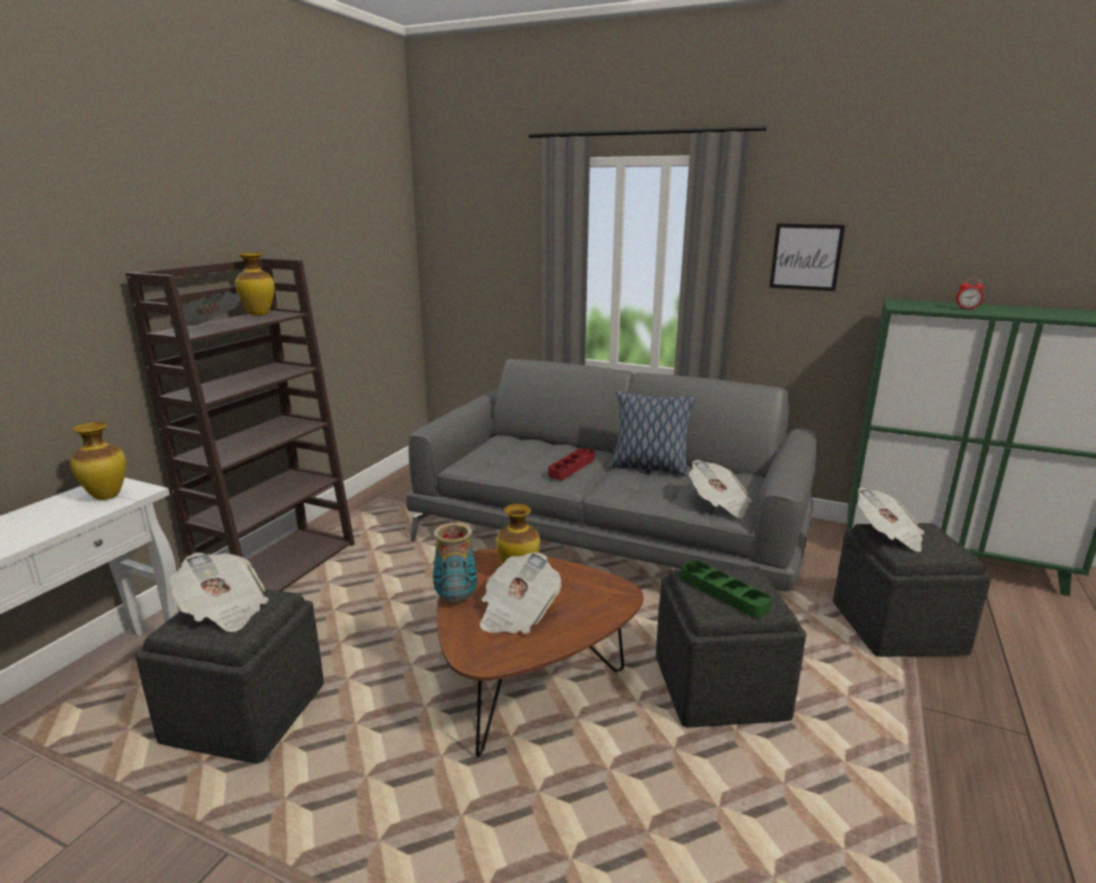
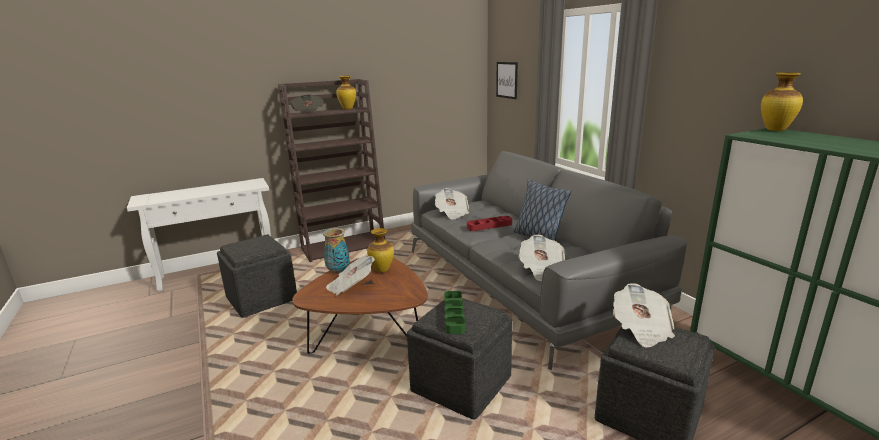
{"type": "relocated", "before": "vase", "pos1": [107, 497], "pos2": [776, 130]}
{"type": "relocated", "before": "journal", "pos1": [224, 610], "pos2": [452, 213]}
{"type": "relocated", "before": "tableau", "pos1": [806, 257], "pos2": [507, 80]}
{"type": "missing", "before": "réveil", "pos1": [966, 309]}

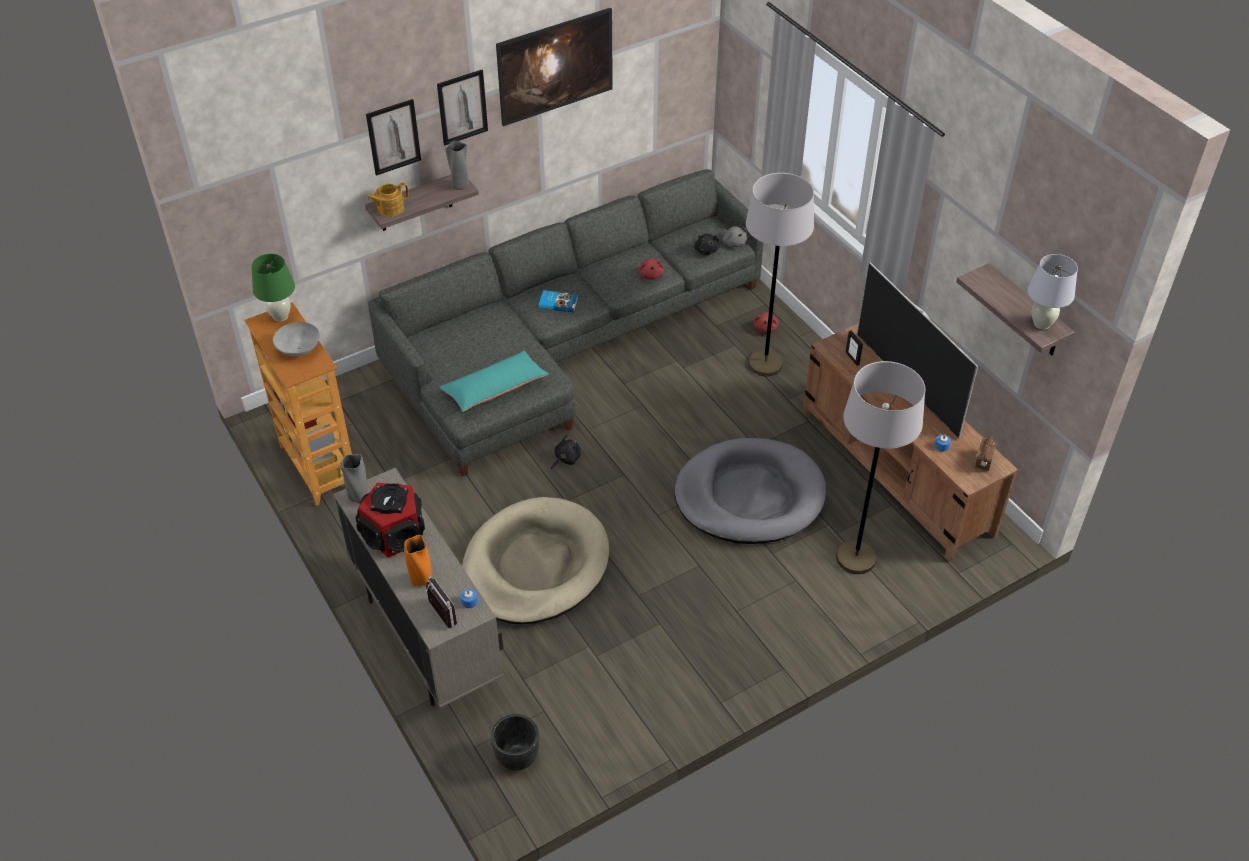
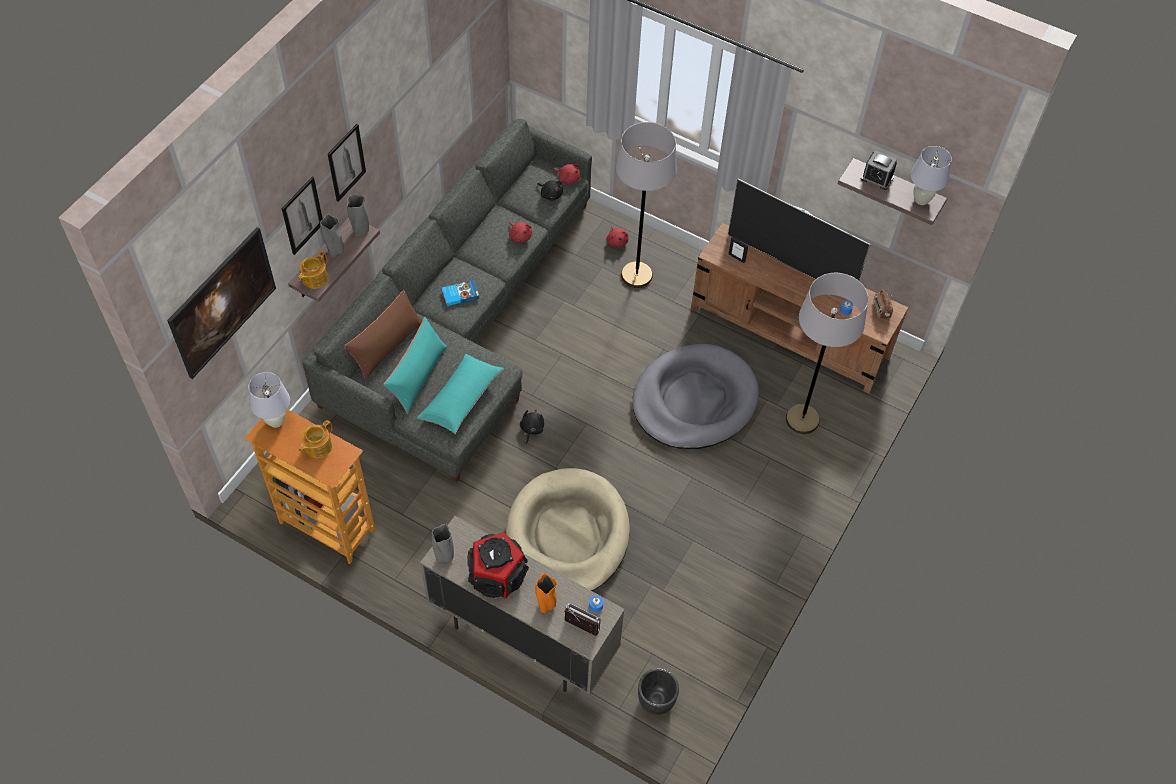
{"type": "colour", "before": "lampe de table (vert)", "after": "lampe de table (blanc)", "pos1": [280, 316], "pos2": [276, 421]}
{"type": "exchanged", "before": "bol (gris)", "after": "théière", "pos1": [299, 349], "pos2": [317, 447]}
{"type": "relocated", "before": "tableau", "pos1": [556, 86], "pos2": [227, 317]}
{"type": "colour", "before": "peluche (gris)", "after": "peluche (rouge)", "pos1": [734, 243], "pos2": [568, 178]}
{"type": "appeared", "after": "vase (gris)", "pos2": [335, 252]}
{"type": "appeared", "after": "coussin (marron)", "pos2": [387, 345]}
{"type": "appeared", "after": "coussin (turquoise)", "pos2": [418, 376]}
{"type": "appeared", "after": "réveil", "pos2": [876, 178]}

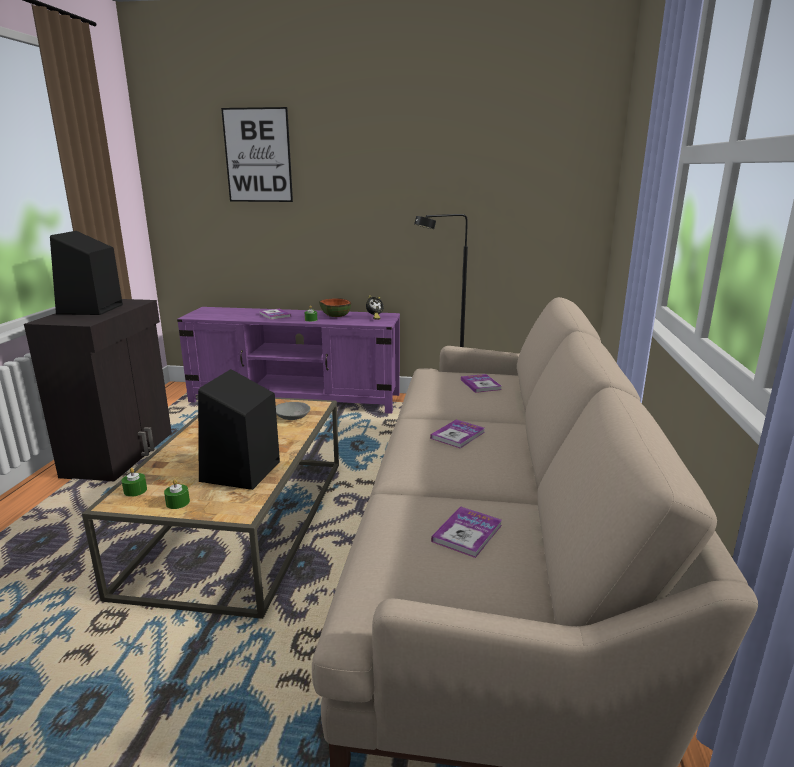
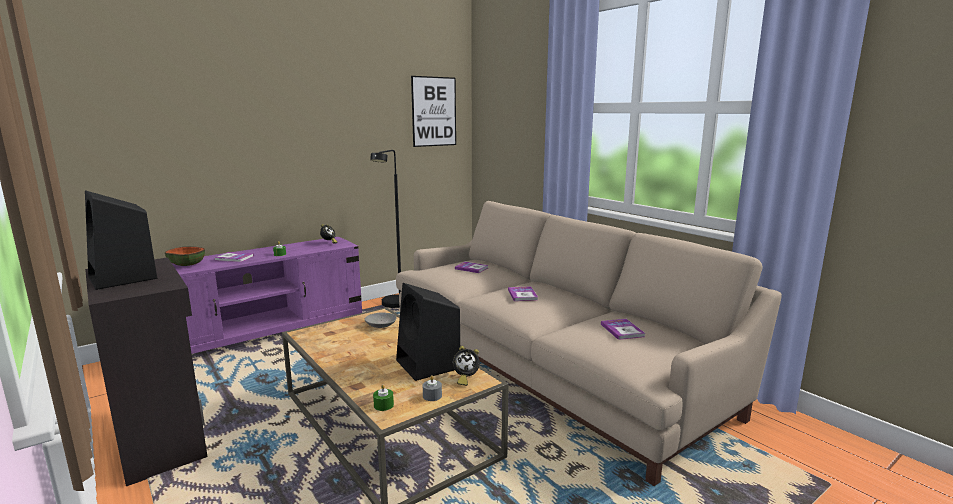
{"type": "colour", "before": "bougie (vert)", "after": "bougie (gris)", "pos1": [178, 503], "pos2": [432, 396]}
{"type": "relocated", "before": "tableau", "pos1": [258, 155], "pos2": [434, 111]}
{"type": "relocated", "before": "bol", "pos1": [335, 316], "pos2": [186, 265]}
{"type": "appeared", "after": "réveil", "pos2": [465, 379]}

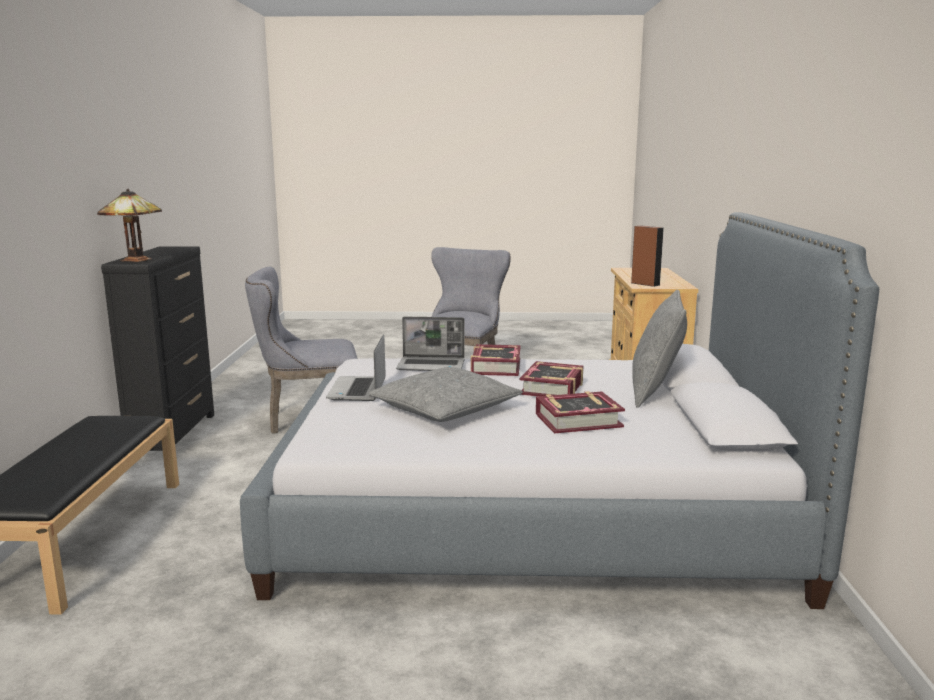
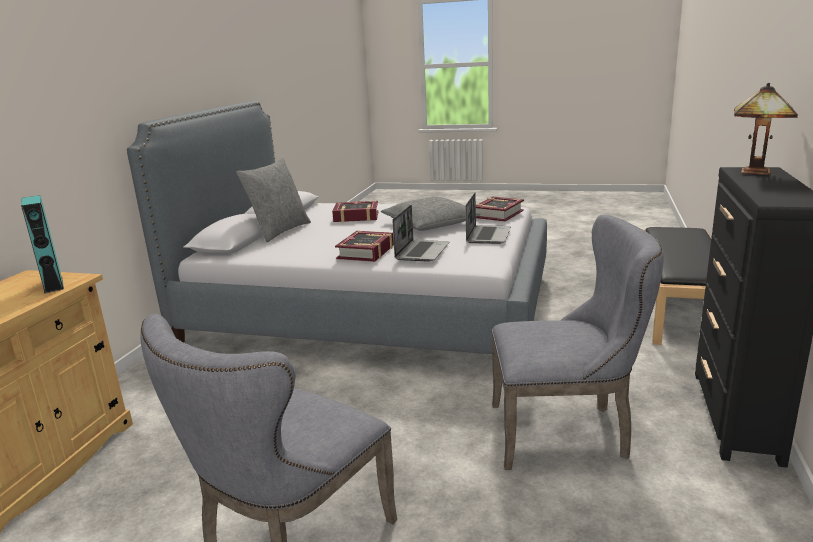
{"type": "spun", "before": "ordinateur portable", "pos1": [432, 365], "pos2": [421, 251], "turn": 90}
{"type": "relocated", "before": "livre", "pos1": [552, 388], "pos2": [498, 214]}
{"type": "colour", "before": "enceinte (marron)", "after": "enceinte (turquoise)", "pos1": [645, 284], "pos2": [53, 285]}

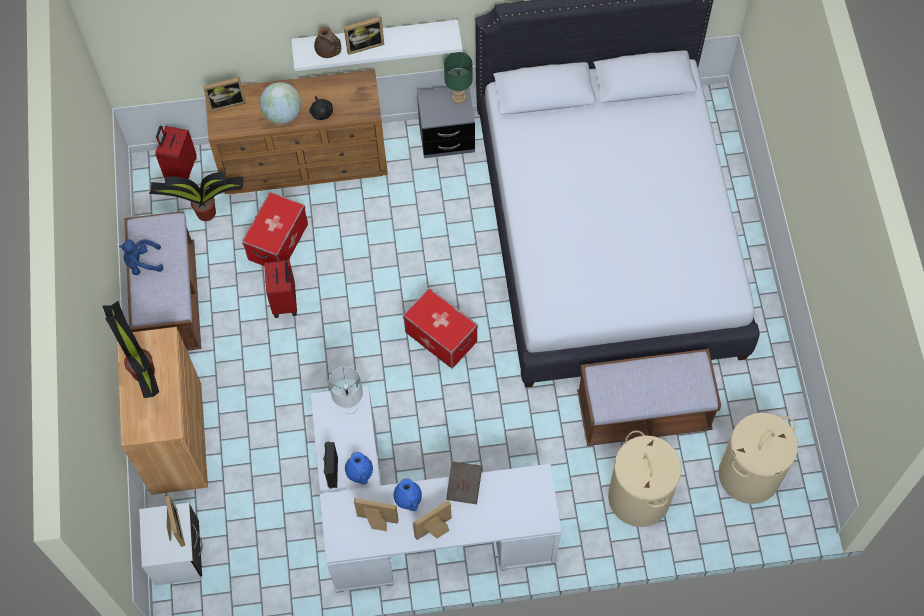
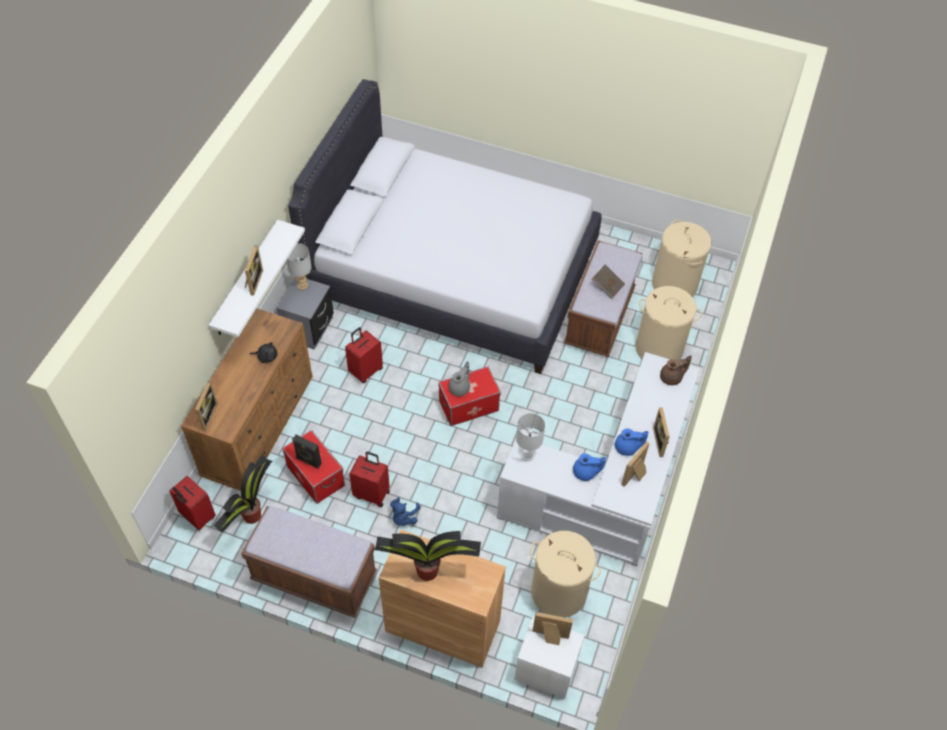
{"type": "relocated", "before": "peluche (bleu)", "pos1": [142, 263], "pos2": [403, 517]}
{"type": "missing", "before": "globe", "pos1": [283, 114]}
{"type": "relocated", "before": "théière (marron)", "pos1": [329, 51], "pos2": [672, 378]}
{"type": "relocated", "before": "enceinte (noir)", "pos1": [332, 472], "pos2": [308, 461]}
{"type": "colour", "before": "lampe de table (vert)", "after": "lampe de table (gris)", "pos1": [459, 97], "pos2": [302, 285]}
{"type": "relocated", "before": "livre (marron)", "pos1": [464, 486], "pos2": [607, 286]}
{"type": "appeared", "after": "valise (rouge)", "pos2": [365, 371]}
{"type": "appeared", "after": "théière (gris)", "pos2": [460, 388]}
{"type": "appeared", "after": "panier à linge (beige)", "pos2": [558, 592]}

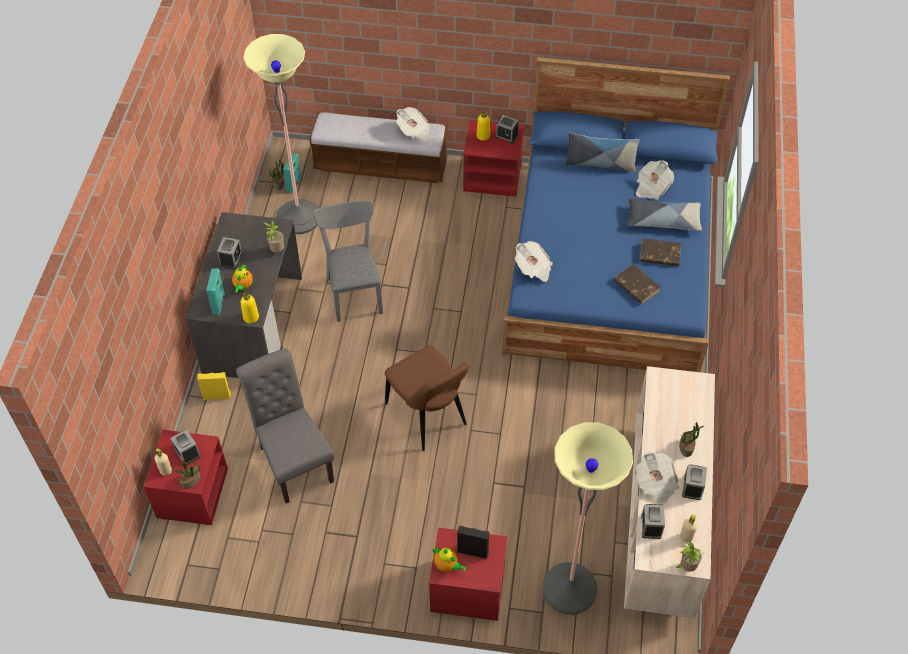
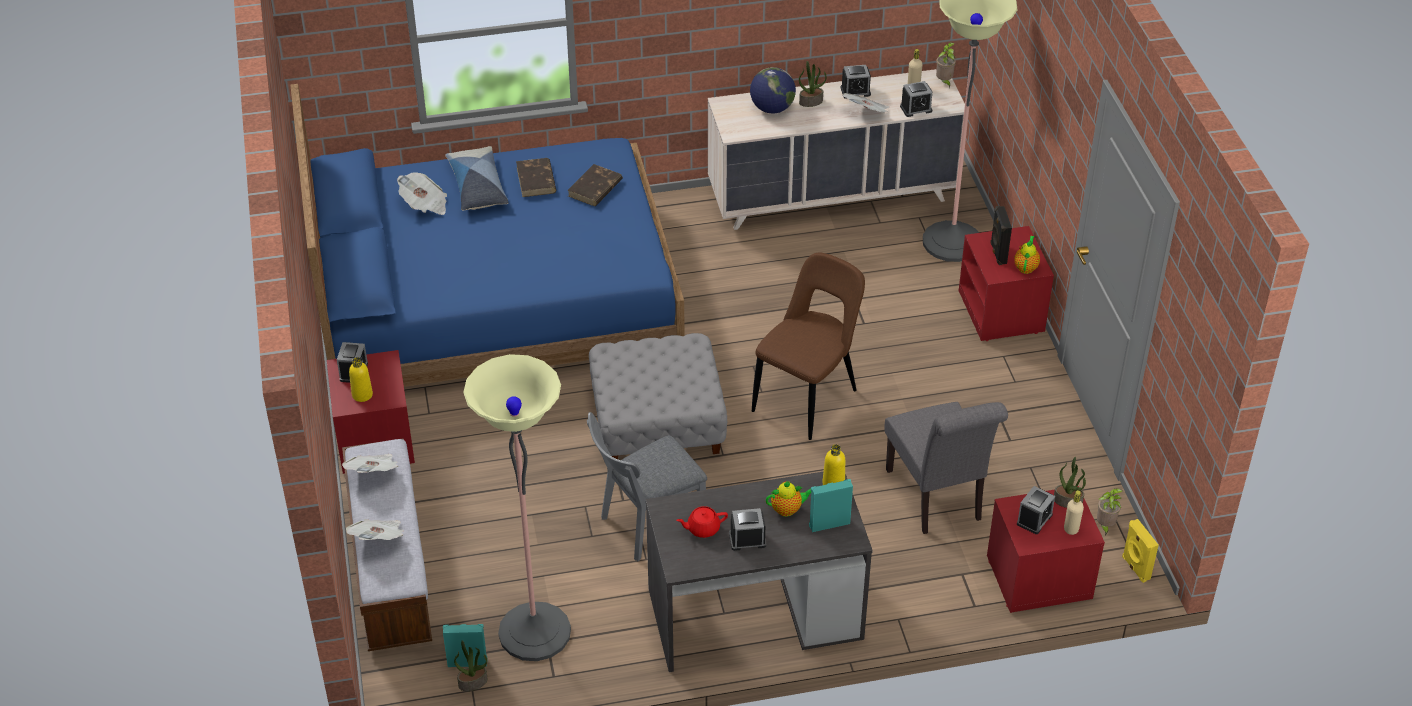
{"type": "relocated", "before": "enceinte (jaune)", "pos1": [217, 395], "pos2": [1135, 568]}
{"type": "spun", "before": "chaise (gris)", "pos1": [293, 460], "pos2": [937, 499], "turn": -60}
{"type": "relocated", "before": "plante en pot", "pos1": [276, 250], "pos2": [1105, 526]}
{"type": "relocated", "before": "journal", "pos1": [533, 268], "pos2": [379, 539]}
{"type": "missing", "before": "coussin", "pos1": [600, 164]}
{"type": "appeared", "after": "pouf (gris)", "pos2": [657, 421]}
{"type": "appeared", "after": "théière (rouge)", "pos2": [702, 528]}
{"type": "appeared", "after": "globe", "pos2": [772, 109]}

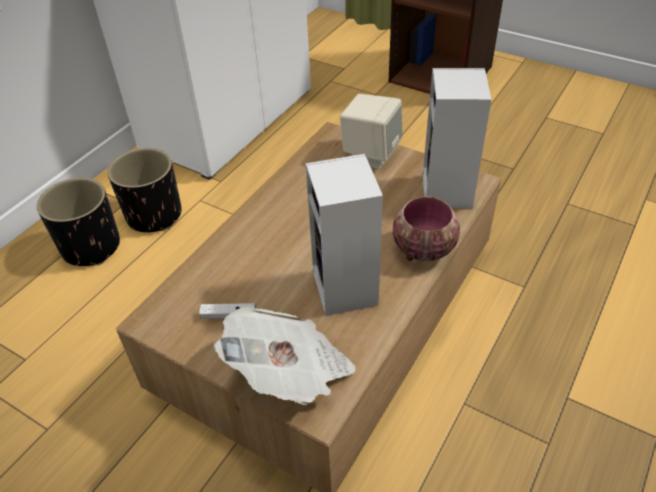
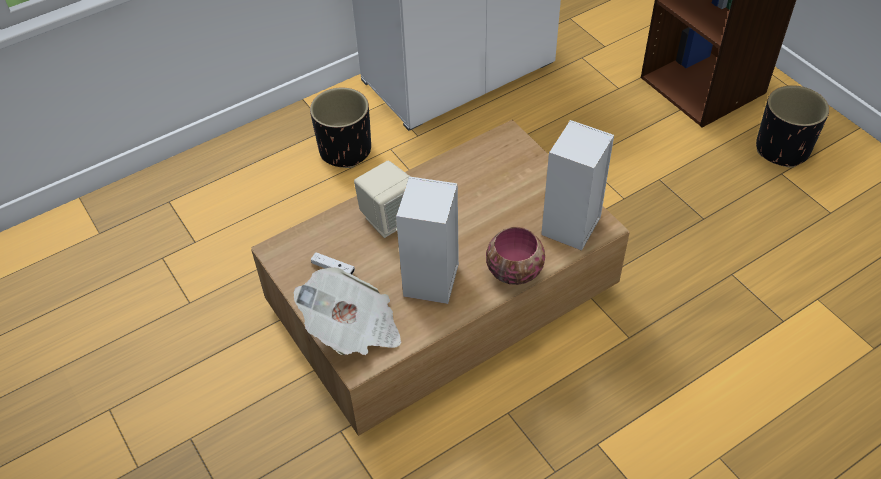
{"type": "relocated", "before": "cache-pot (noir)", "pos1": [91, 247], "pos2": [782, 149]}
{"type": "relocated", "before": "enceinte (beige)", "pos1": [371, 153], "pos2": [389, 218]}

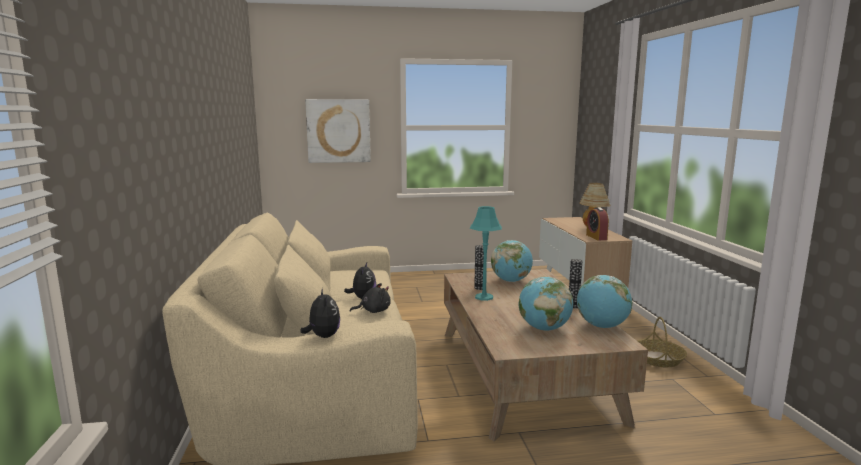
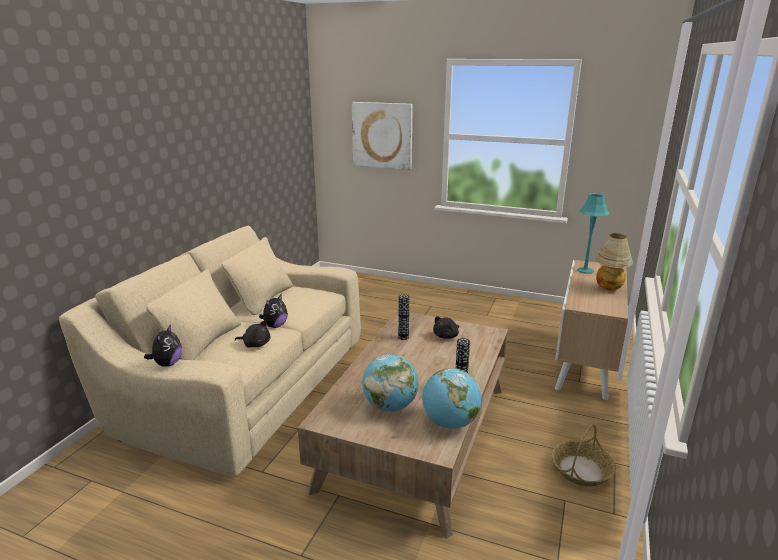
{"type": "relocated", "before": "lampe de table (turquoise)", "pos1": [484, 297], "pos2": [585, 270]}
{"type": "exchanged", "before": "globe", "after": "peluche (noir)", "pos1": [511, 281], "pos2": [446, 336]}
{"type": "missing", "before": "réveil", "pos1": [596, 237]}

